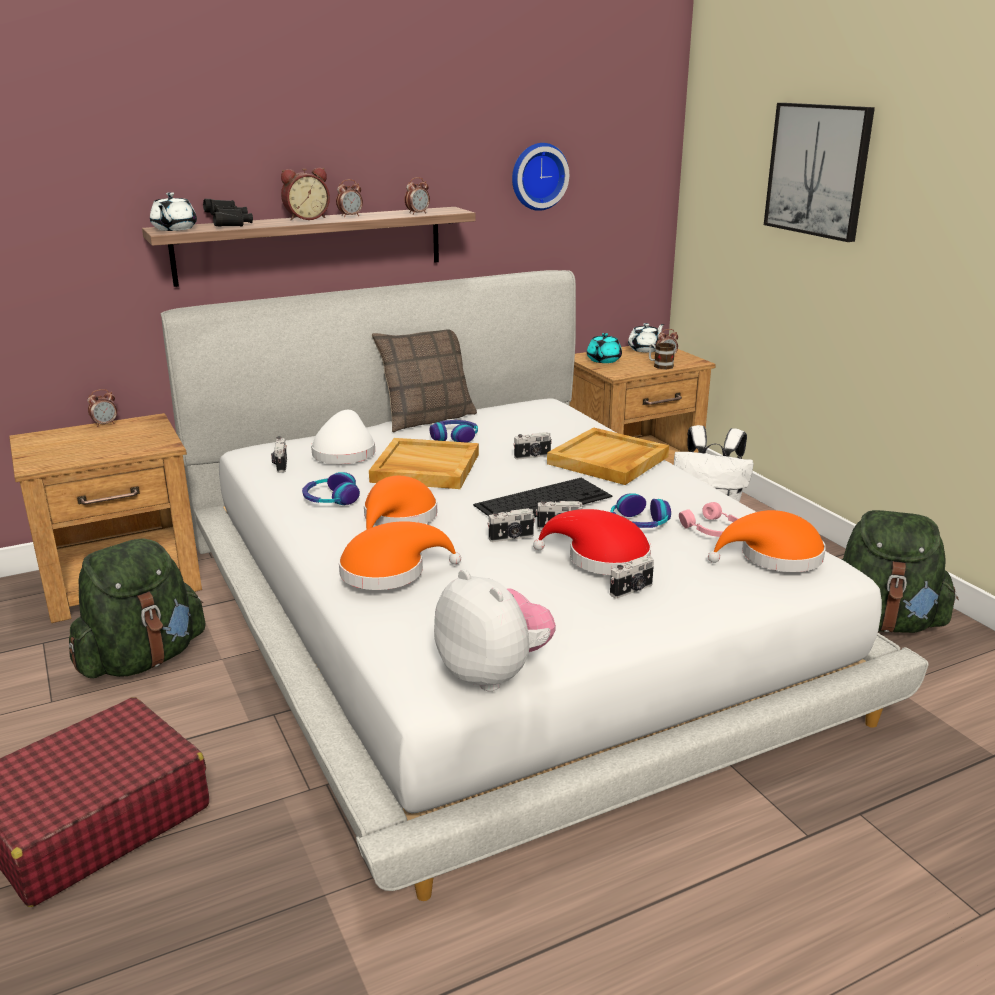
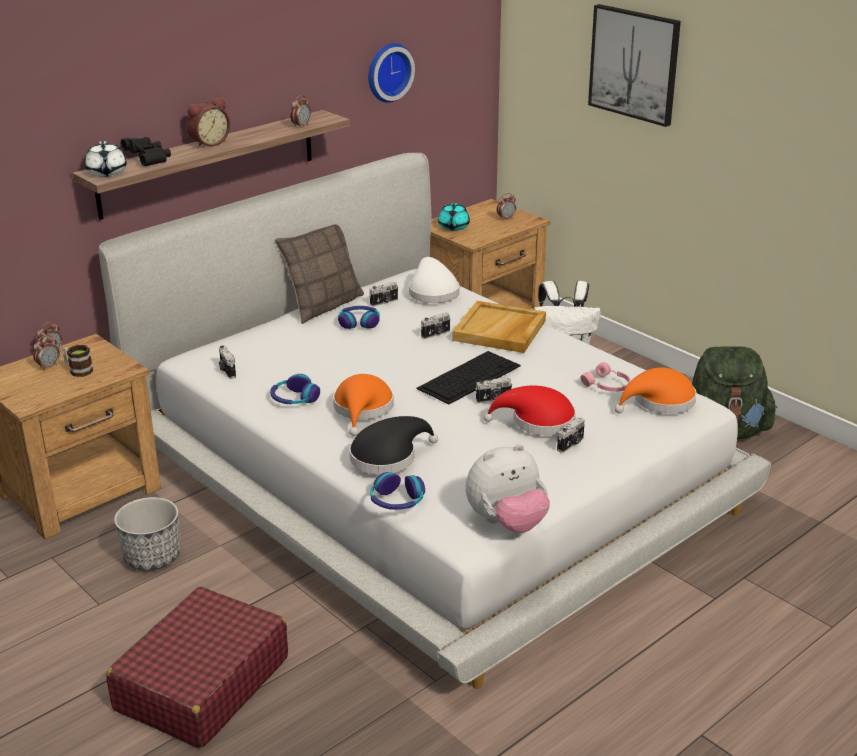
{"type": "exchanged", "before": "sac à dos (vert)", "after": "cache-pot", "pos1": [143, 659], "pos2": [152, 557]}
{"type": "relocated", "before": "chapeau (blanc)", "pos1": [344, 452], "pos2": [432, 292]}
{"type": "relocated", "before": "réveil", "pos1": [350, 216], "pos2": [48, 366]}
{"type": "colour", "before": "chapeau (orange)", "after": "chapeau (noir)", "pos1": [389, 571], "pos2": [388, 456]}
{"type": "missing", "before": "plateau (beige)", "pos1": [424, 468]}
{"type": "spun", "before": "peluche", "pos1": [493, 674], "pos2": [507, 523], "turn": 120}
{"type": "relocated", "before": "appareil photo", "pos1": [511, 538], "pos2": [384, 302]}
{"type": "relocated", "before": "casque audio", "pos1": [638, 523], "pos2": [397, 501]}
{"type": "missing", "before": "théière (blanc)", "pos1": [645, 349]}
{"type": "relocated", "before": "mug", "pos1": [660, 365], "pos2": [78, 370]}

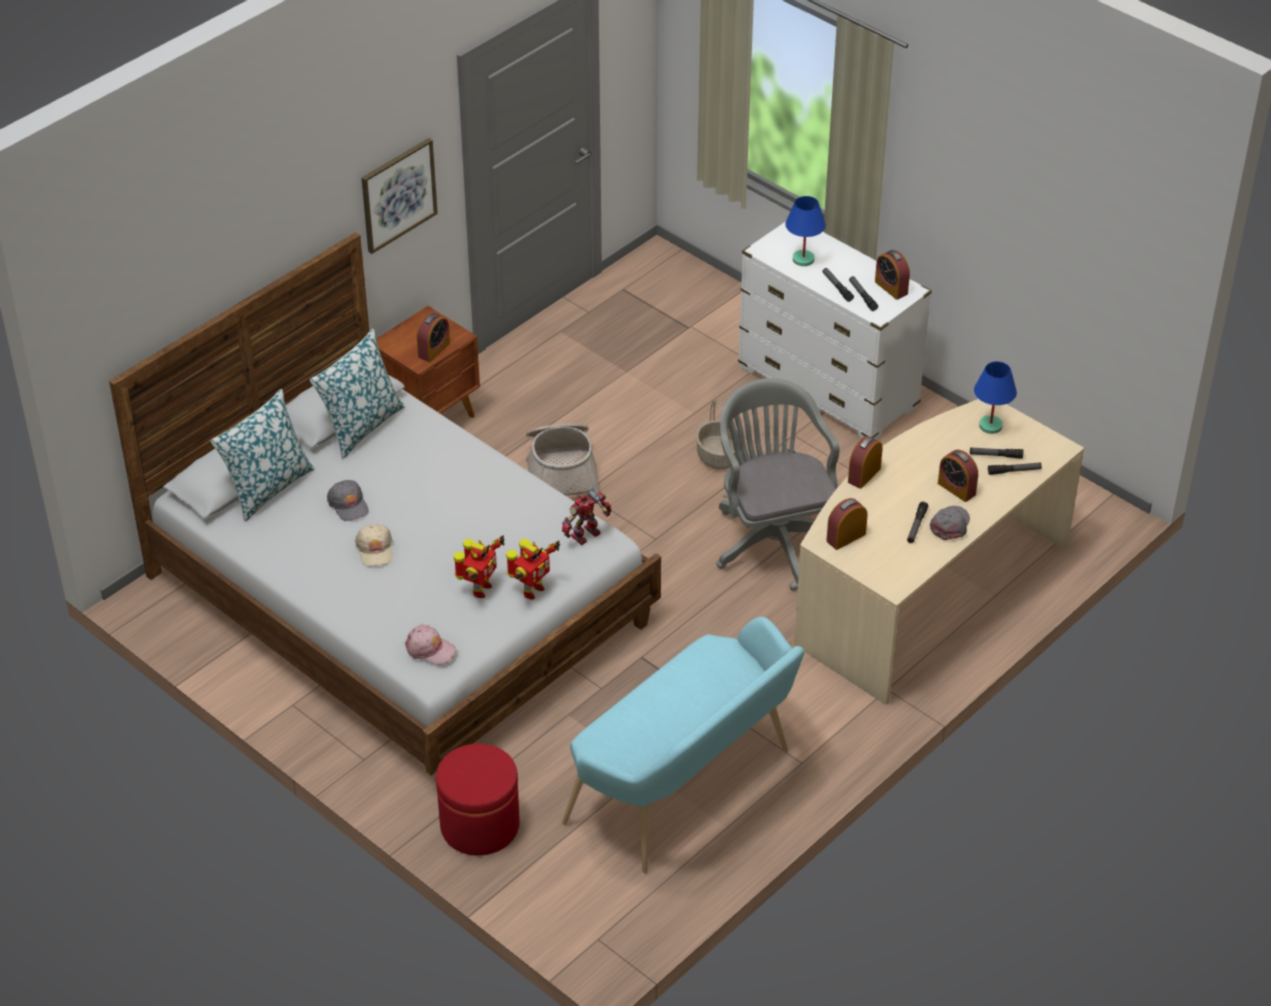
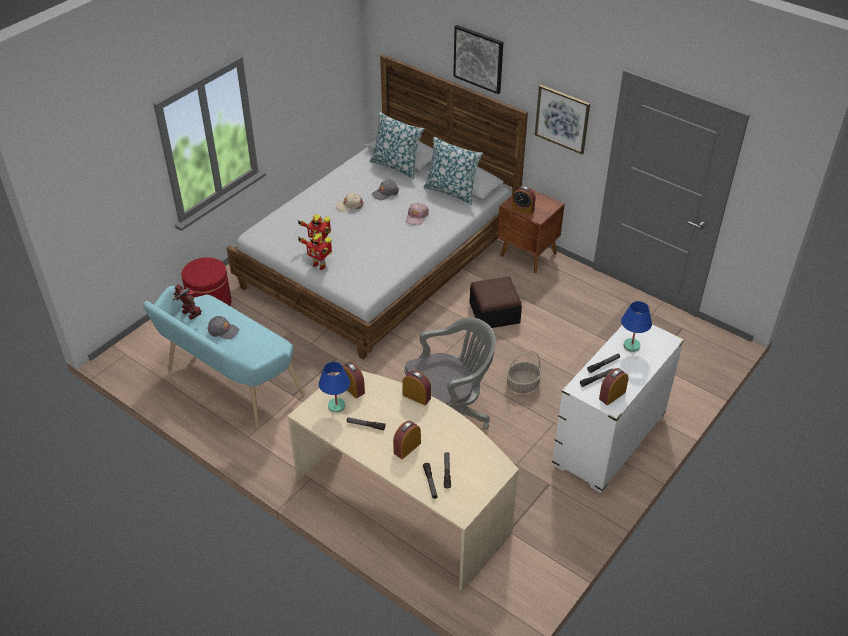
{"type": "relocated", "before": "casquette (rose)", "pos1": [430, 649], "pos2": [416, 217]}
{"type": "exchanged", "before": "panier", "after": "pouf", "pos1": [561, 470], "pos2": [494, 313]}
{"type": "relocated", "before": "robot jouet", "pos1": [587, 536], "pos2": [190, 314]}
{"type": "relocated", "before": "casquette (gris)", "pos1": [950, 525], "pos2": [223, 330]}
{"type": "relocated", "before": "lampe de table (bleu)", "pos1": [991, 426], "pos2": [336, 406]}
{"type": "appeared", "after": "tableau", "pos2": [478, 58]}

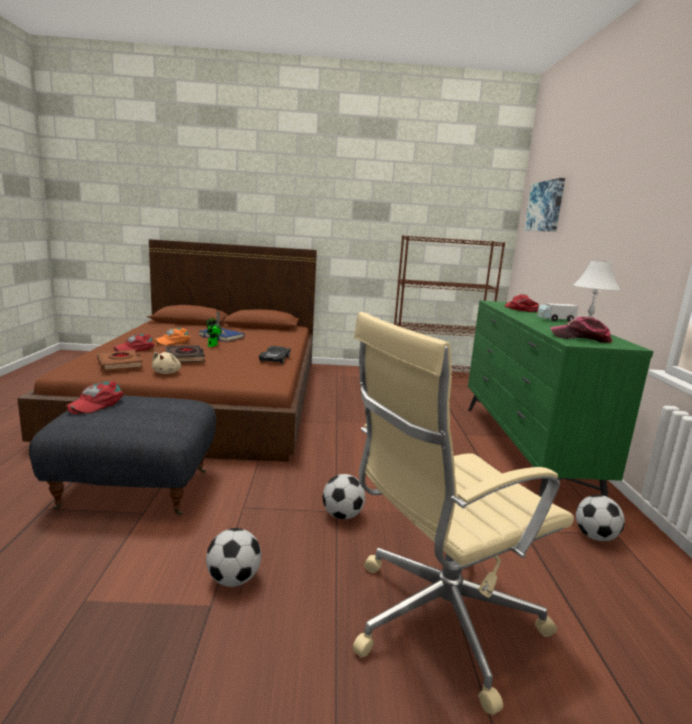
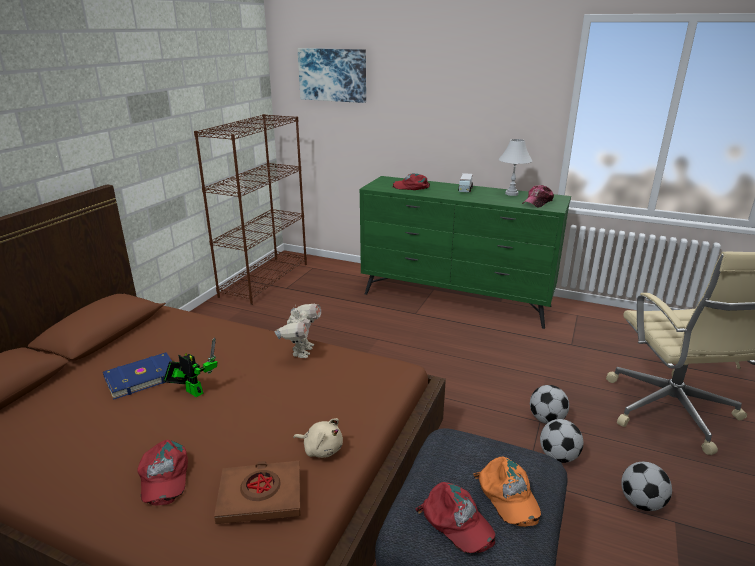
{"type": "relocated", "before": "casquette (orange)", "pos1": [172, 341], "pos2": [507, 496]}
{"type": "missing", "before": "livre (noir)", "pos1": [185, 357]}
{"type": "exchanged", "before": "petite voiture (noir)", "after": "robot jouet", "pos1": [275, 359], "pos2": [301, 351]}
{"type": "relocated", "before": "ballon de foot", "pos1": [595, 537], "pos2": [558, 457]}

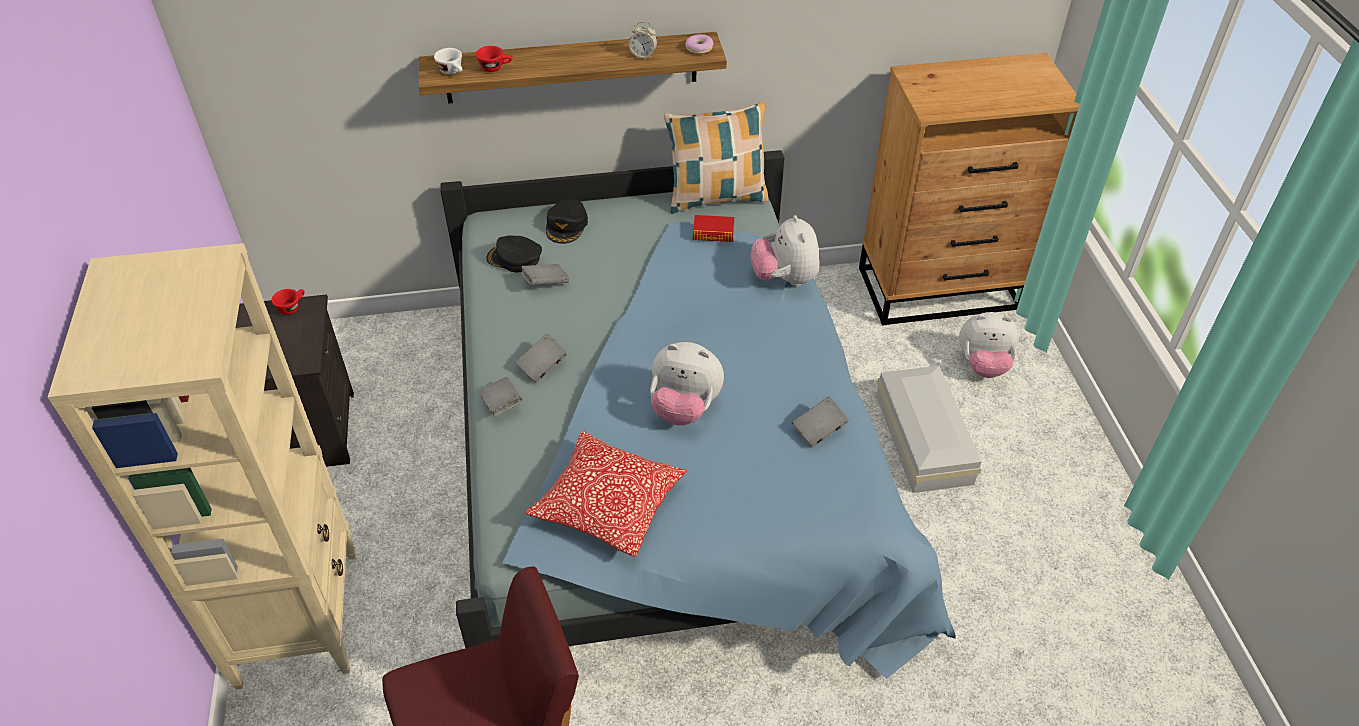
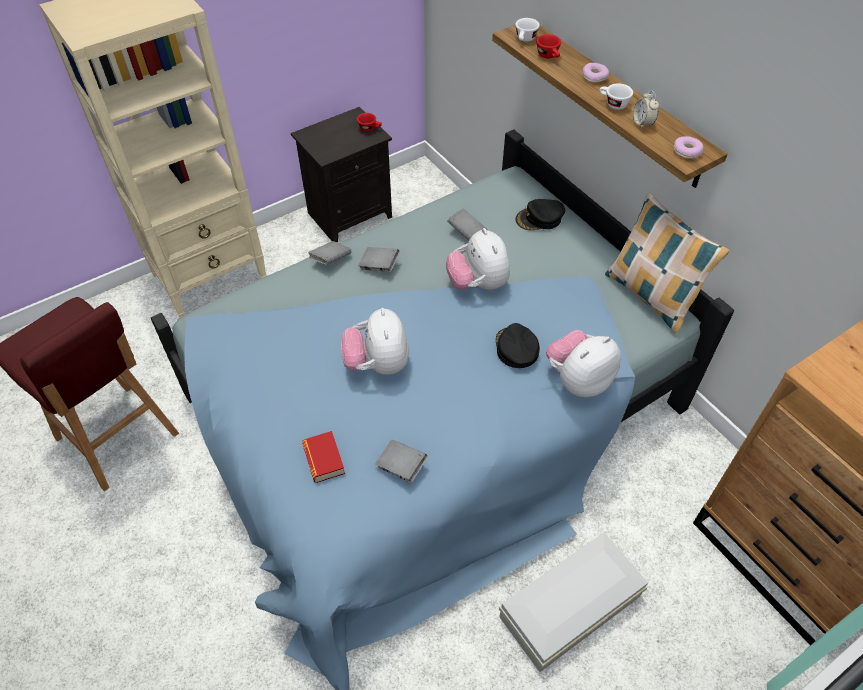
{"type": "relocated", "before": "casquette (noir)", "pos1": [514, 258], "pos2": [516, 348]}
{"type": "missing", "before": "coussin", "pos1": [608, 504]}
{"type": "relocated", "before": "livre", "pos1": [713, 233], "pos2": [323, 459]}
{"type": "relocated", "before": "peluche", "pos1": [983, 365], "pos2": [478, 284]}
{"type": "appeared", "after": "beignet", "pos2": [594, 77]}
{"type": "appeared", "after": "tasse (blanc)", "pos2": [613, 104]}

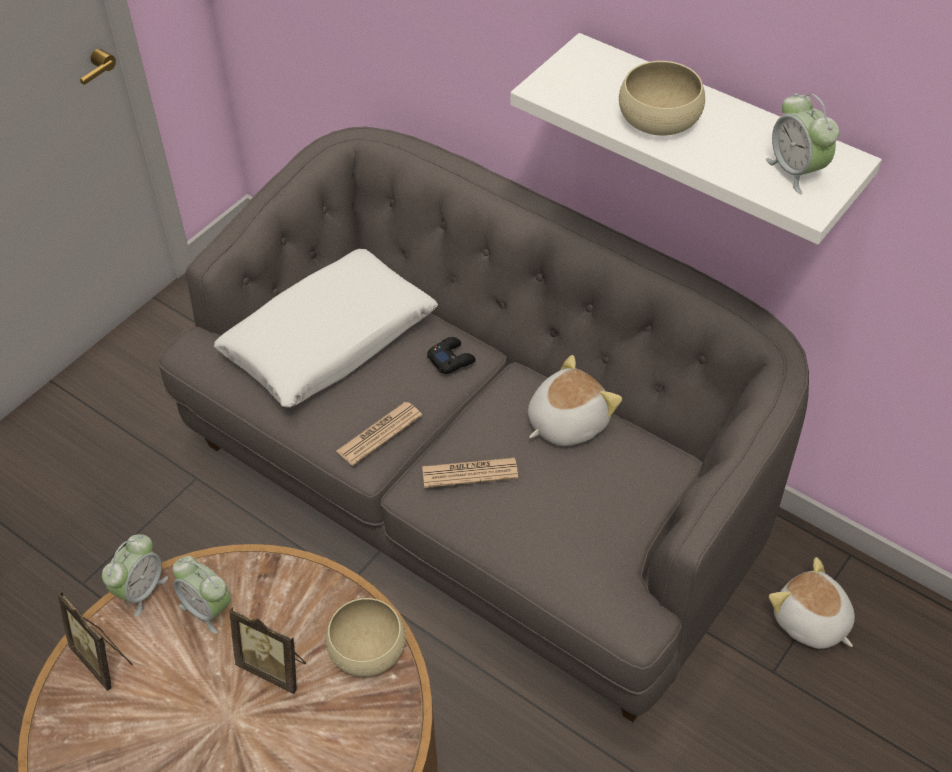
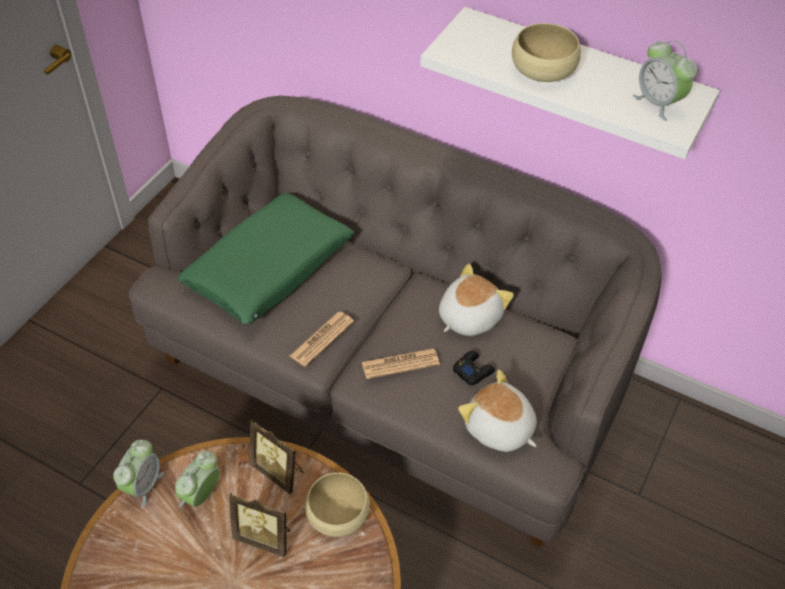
{"type": "relocated", "before": "cadre photo", "pos1": [103, 659], "pos2": [279, 471]}
{"type": "spun", "before": "réveil", "pos1": [207, 609], "pos2": [201, 495], "turn": 90}
{"type": "colour", "before": "coussin (blanc)", "after": "coussin (vert)", "pos1": [329, 341], "pos2": [269, 269]}
{"type": "relocated", "before": "manette (noir)", "pos1": [451, 359], "pos2": [473, 370]}
{"type": "relocated", "before": "peluche", "pos1": [810, 622], "pos2": [499, 429]}

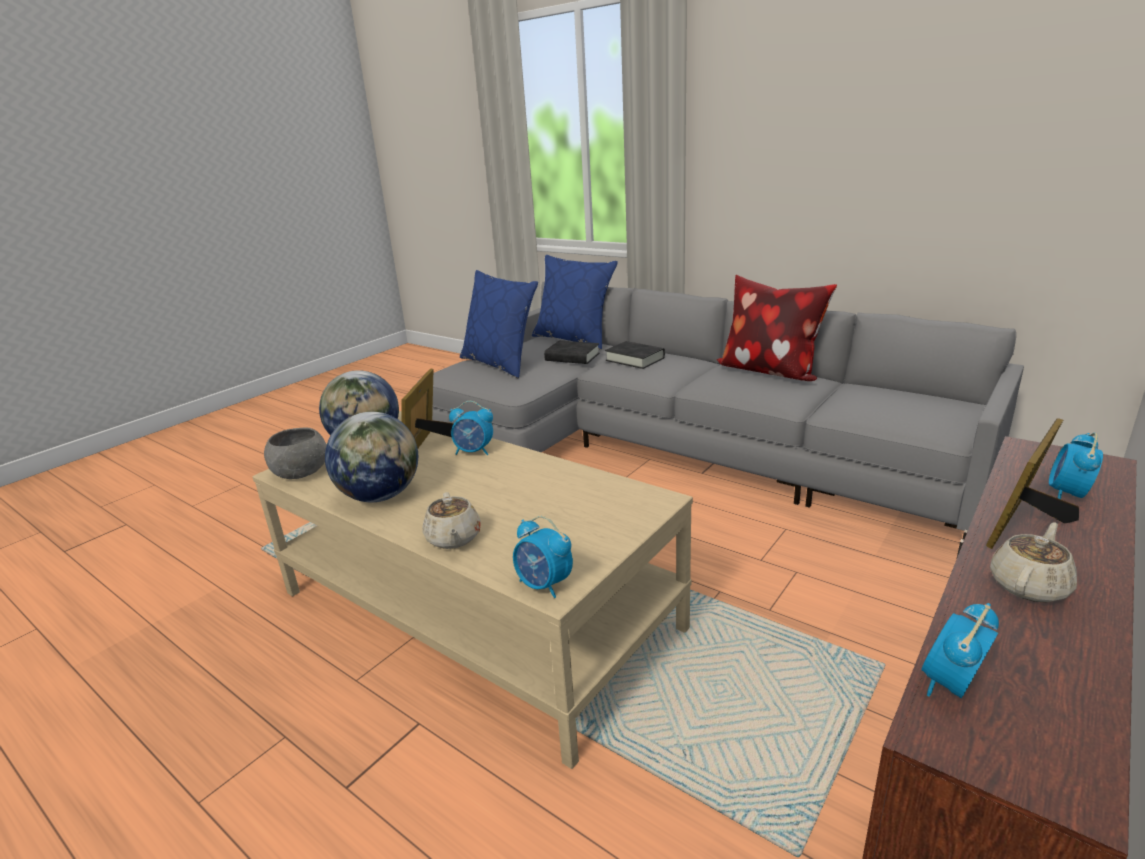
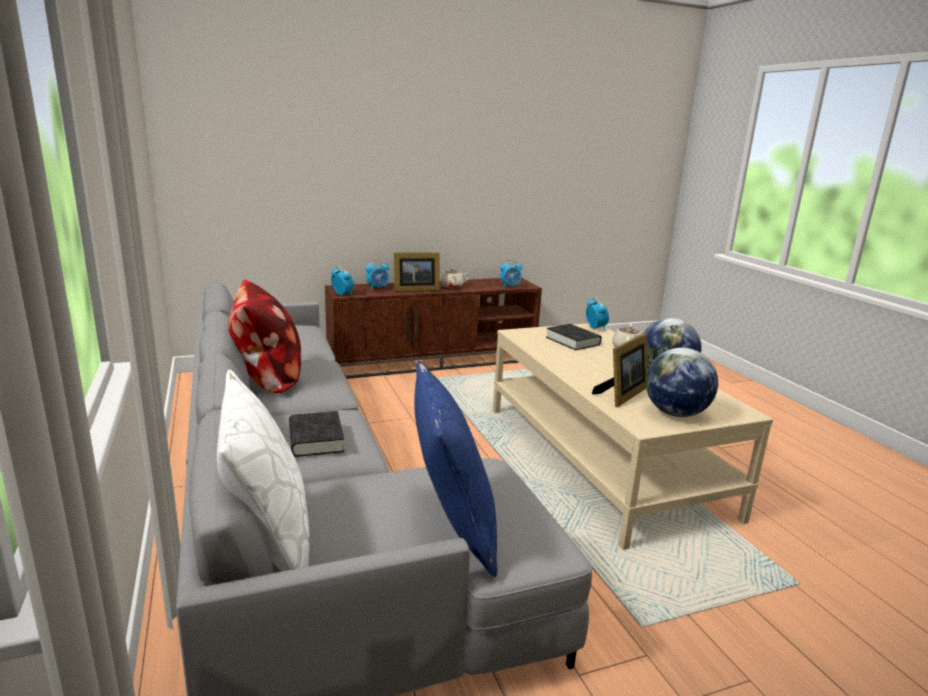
{"type": "missing", "before": "bol (gris)", "pos1": [301, 473]}
{"type": "relocated", "before": "réveil", "pos1": [474, 452], "pos2": [343, 294]}
{"type": "colour", "before": "coussin (bleu)", "after": "coussin (blanc)", "pos1": [574, 339], "pos2": [269, 540]}
{"type": "relocated", "before": "livre (noir)", "pos1": [572, 357], "pos2": [572, 341]}

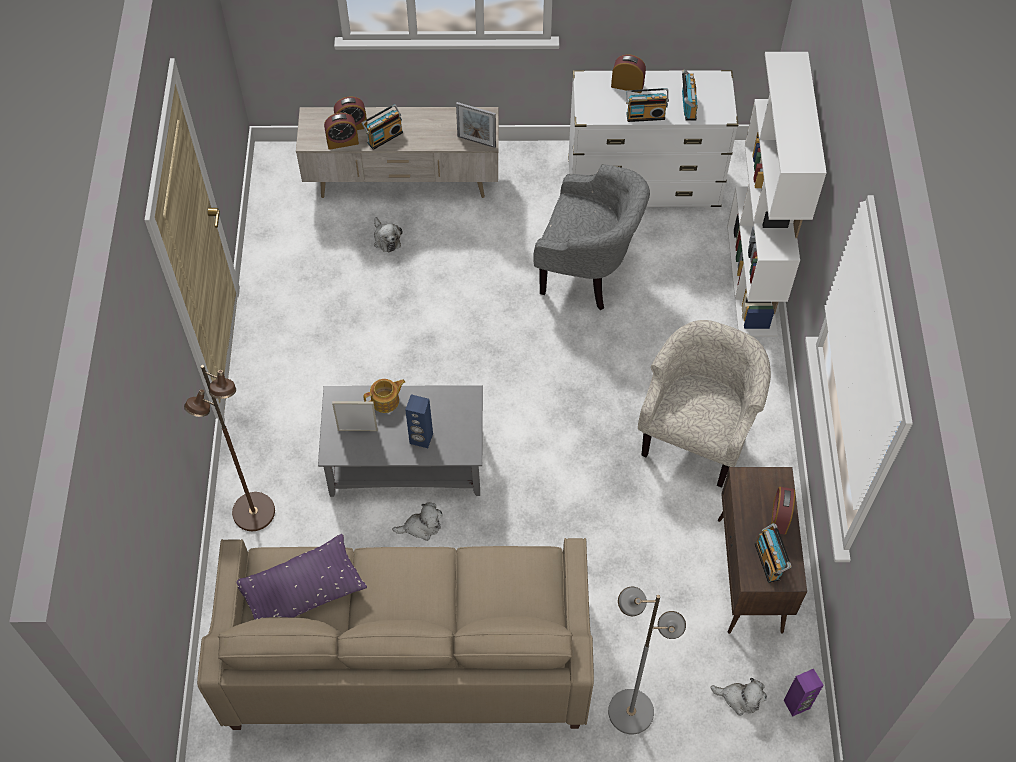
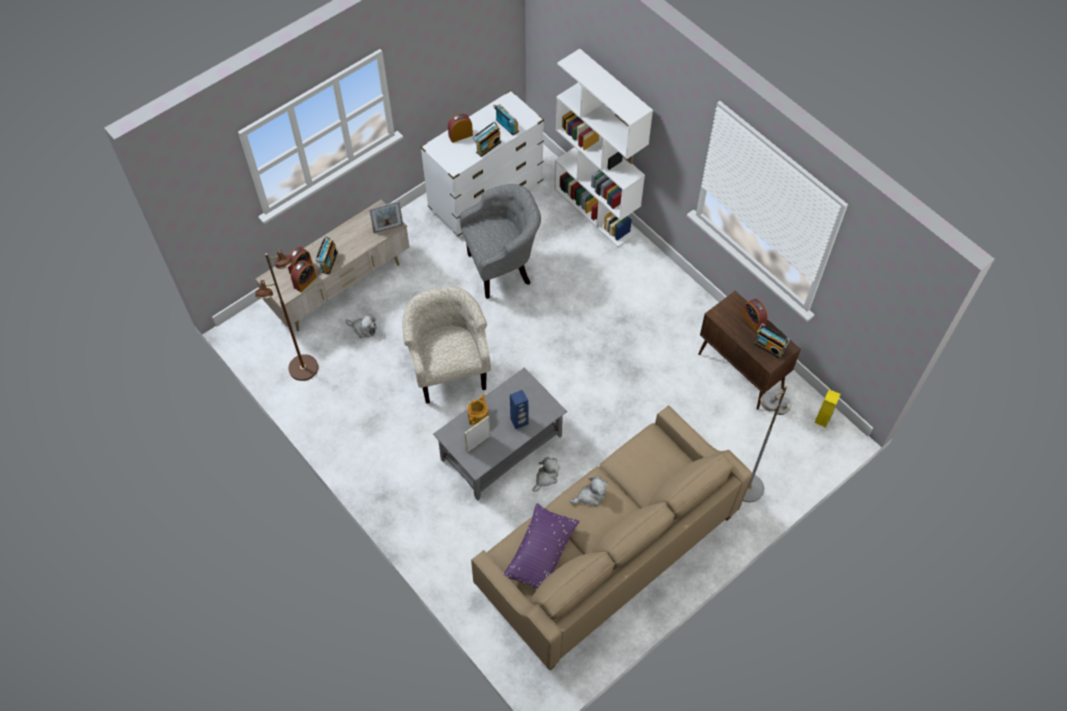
{"type": "relocated", "before": "lampadaire (marron)", "pos1": [253, 513], "pos2": [303, 368]}
{"type": "relocated", "before": "fauteuil (beige)", "pos1": [696, 438], "pos2": [449, 372]}
{"type": "relocated", "before": "peluche", "pos1": [740, 698], "pos2": [590, 495]}
{"type": "colour", "before": "enceinte (violet)", "after": "enceinte (jaune)", "pos1": [796, 704], "pos2": [822, 419]}

